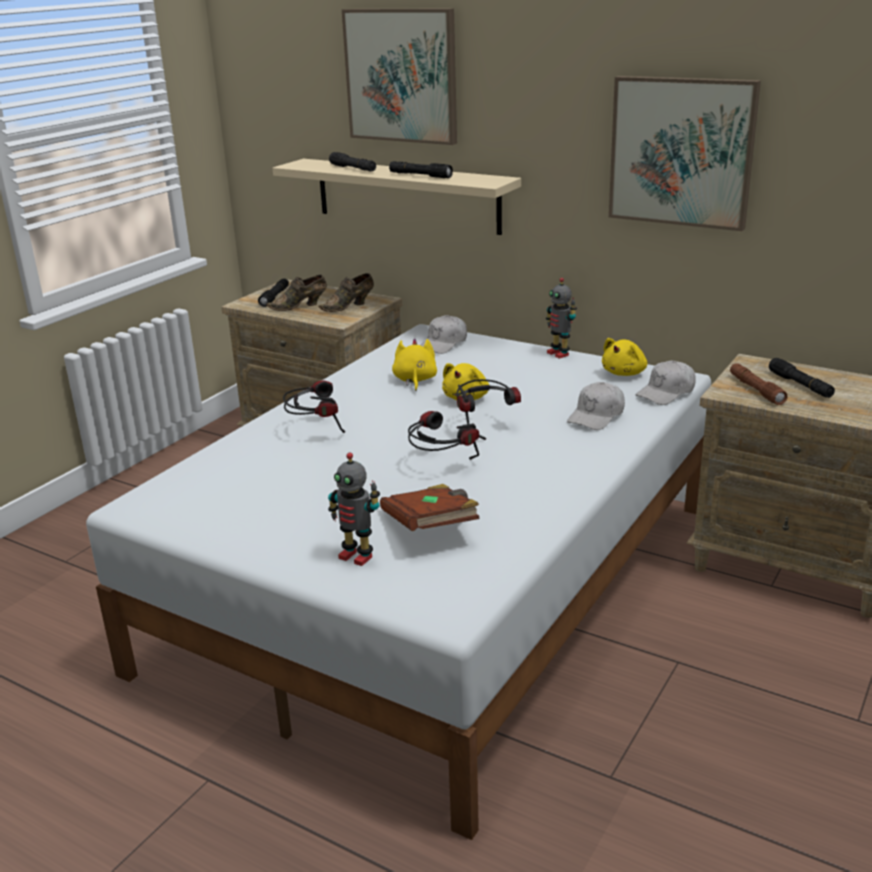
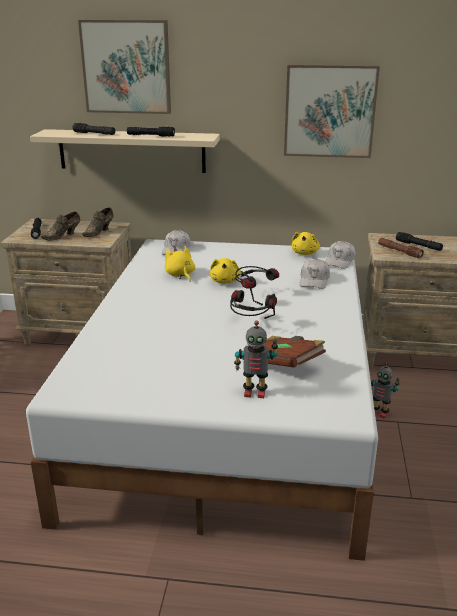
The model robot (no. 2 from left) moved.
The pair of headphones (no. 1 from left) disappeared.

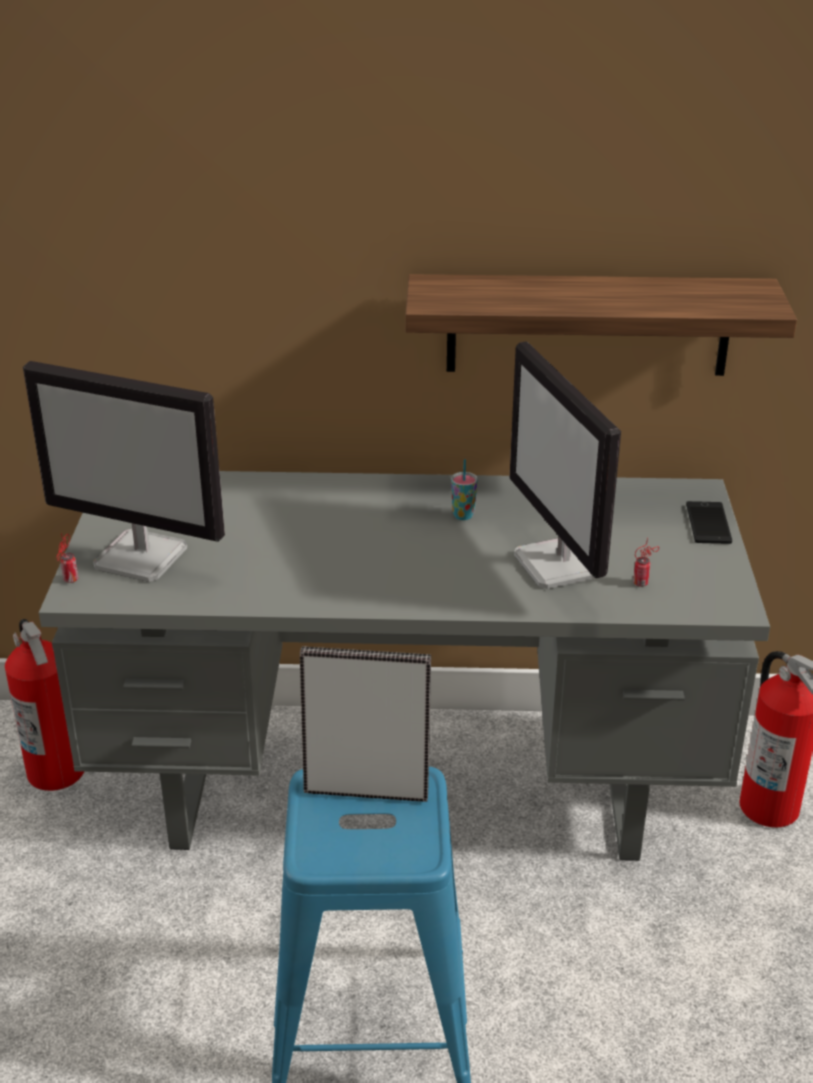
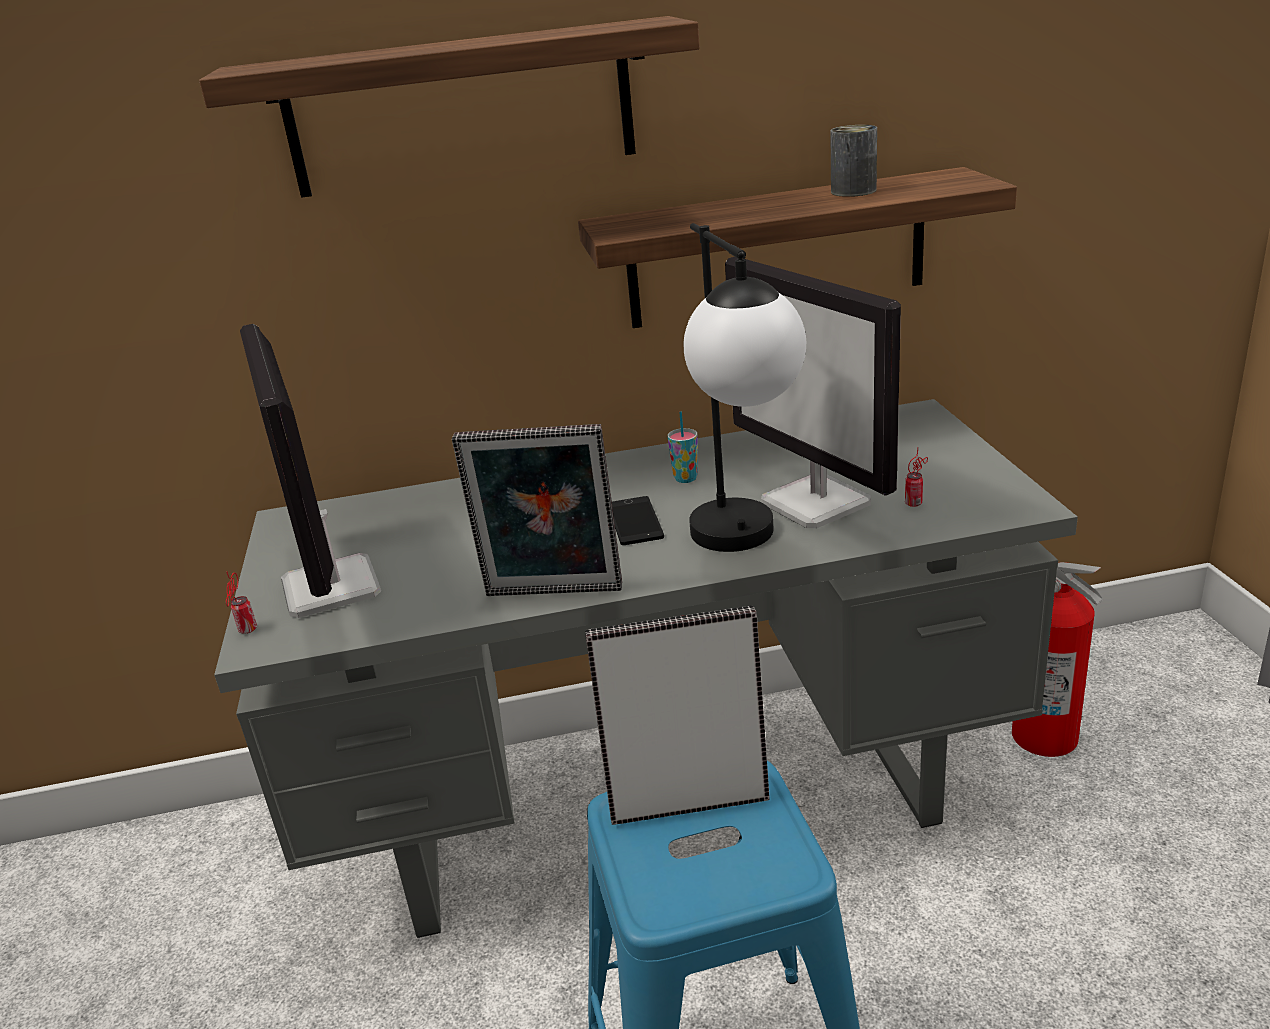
The shelf (no. 1 from left) appeared.
The computer display (no. 1 from left) turned 60 degrees clockwise.
The standing frame (no. 1 from left) appeared.
The handset moved.
The tabletop lamp appeared.
The can (no. 2 from left) appeared.
The fire extinguisher (no. 1 from left) disappeared.

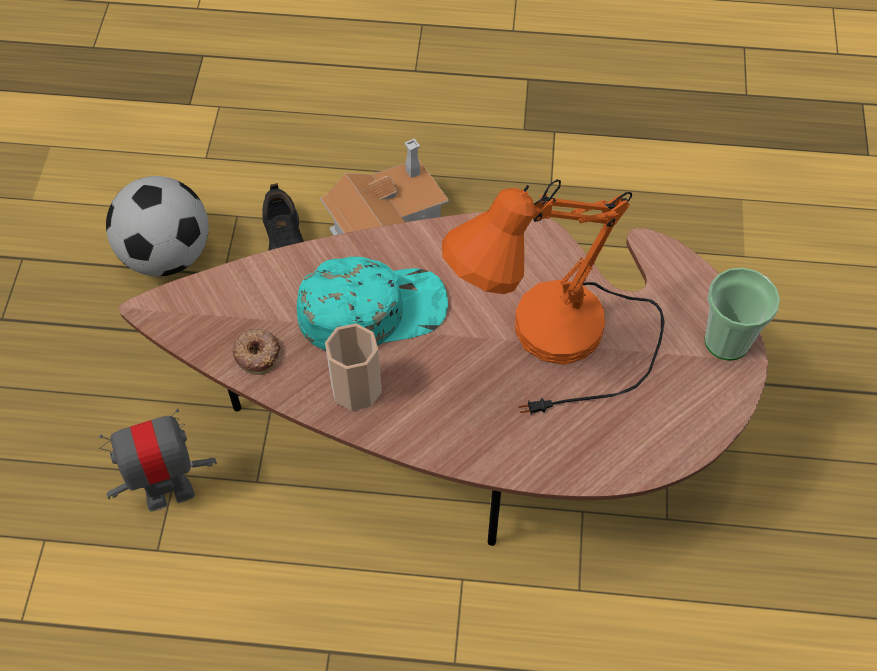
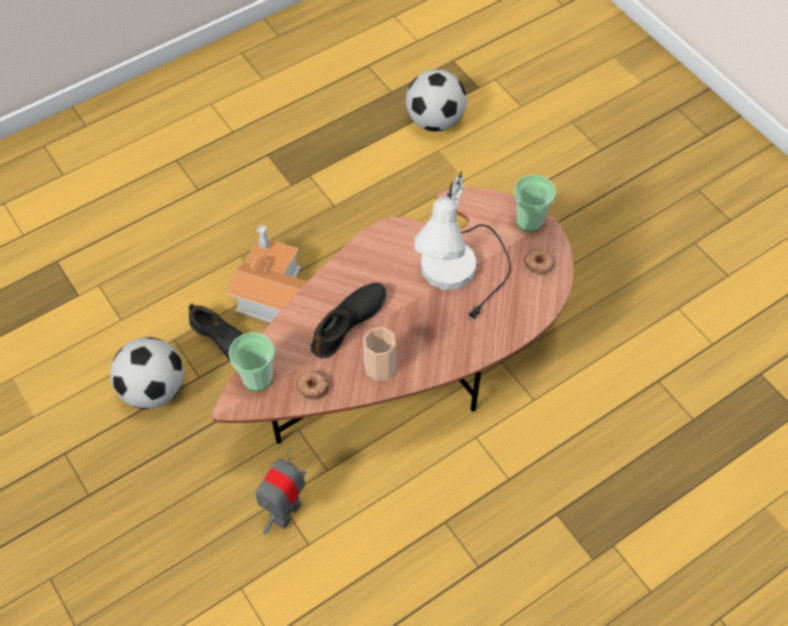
The drinking cup (no. 1 from left) appeared.
The turquoise-coloured peaked cap was replaced by the black low shoe (no. 2 from left).
The ball for football (no. 2 from left) appeared.
The orange-coloured tabletop lamp became the white-coloured tabletop lamp.
The ring doughnut (no. 2 from left) appeared.

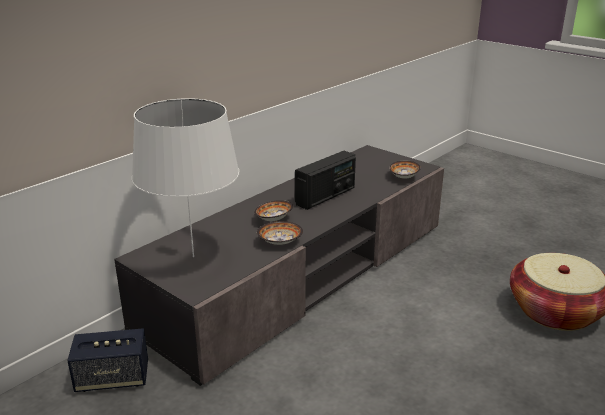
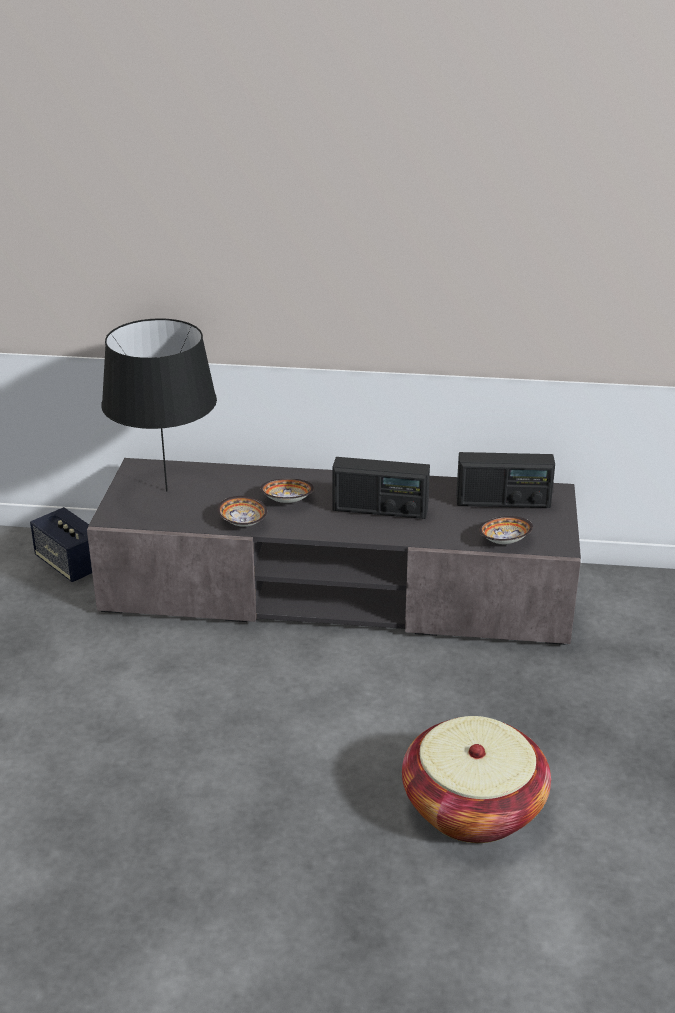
The white-coloured tabletop lamp became the black tabletop lamp.
The radio set (no. 2 from left) appeared.

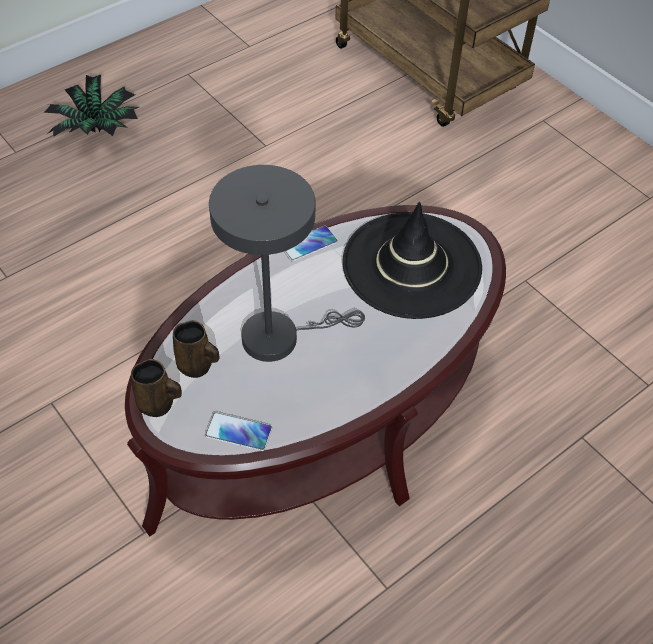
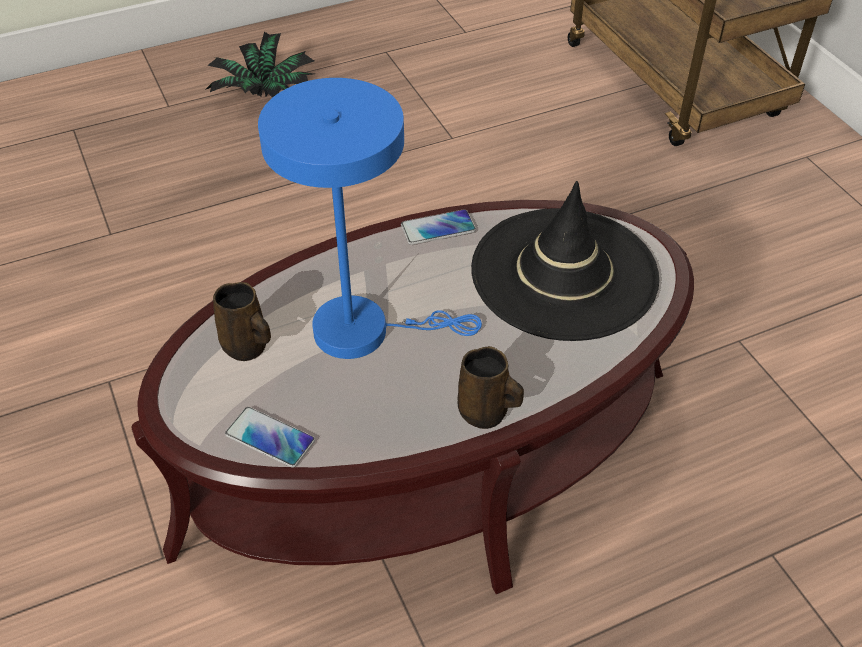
The gray tabletop lamp became the blue-coloured tabletop lamp.
The brown mug (no. 1 from left in the first image) moved.

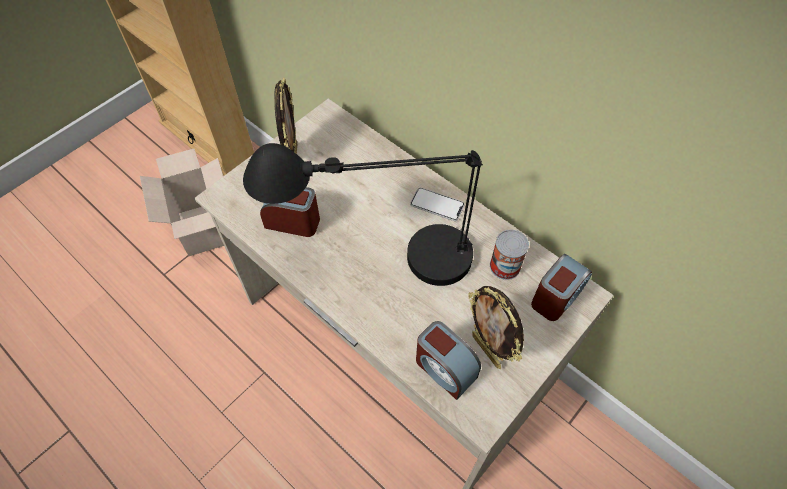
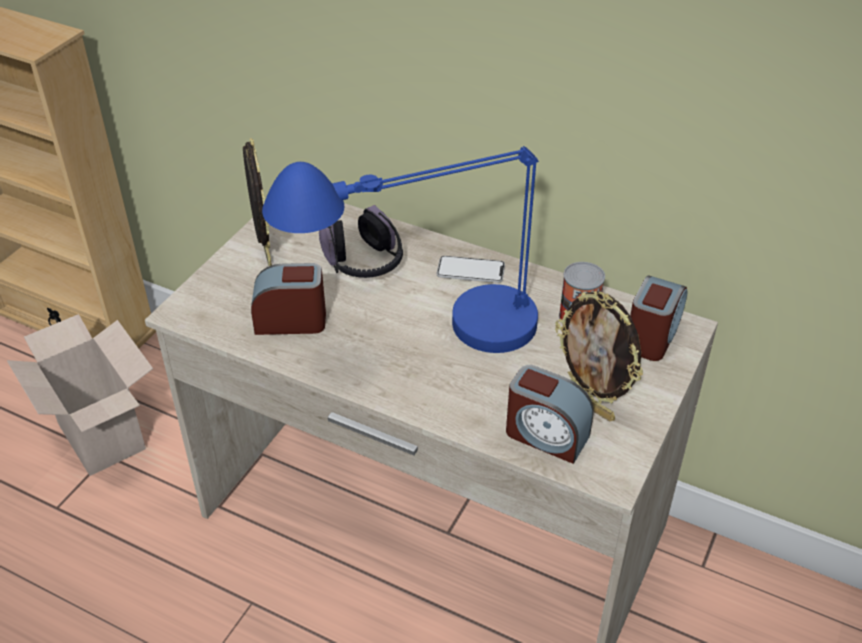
The black tabletop lamp became the blue-coloured tabletop lamp.
The pair of headphones appeared.

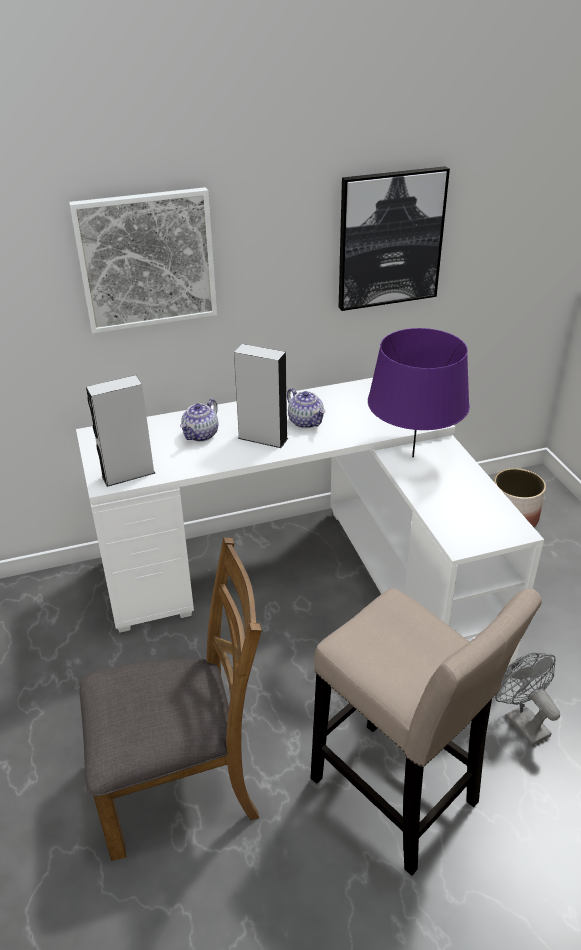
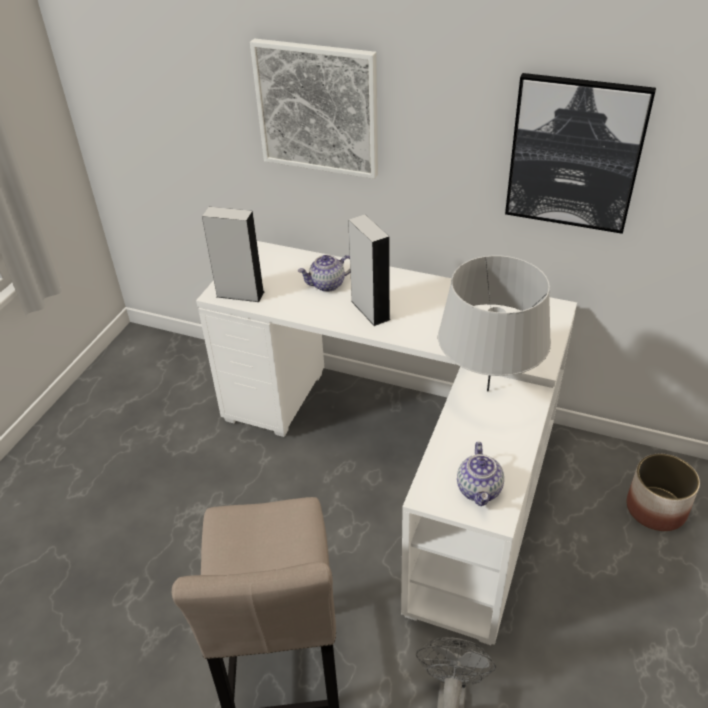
The purple tabletop lamp became the gray tabletop lamp.
The teapot (no. 2 from left) moved.
The brown plain chair disappeared.

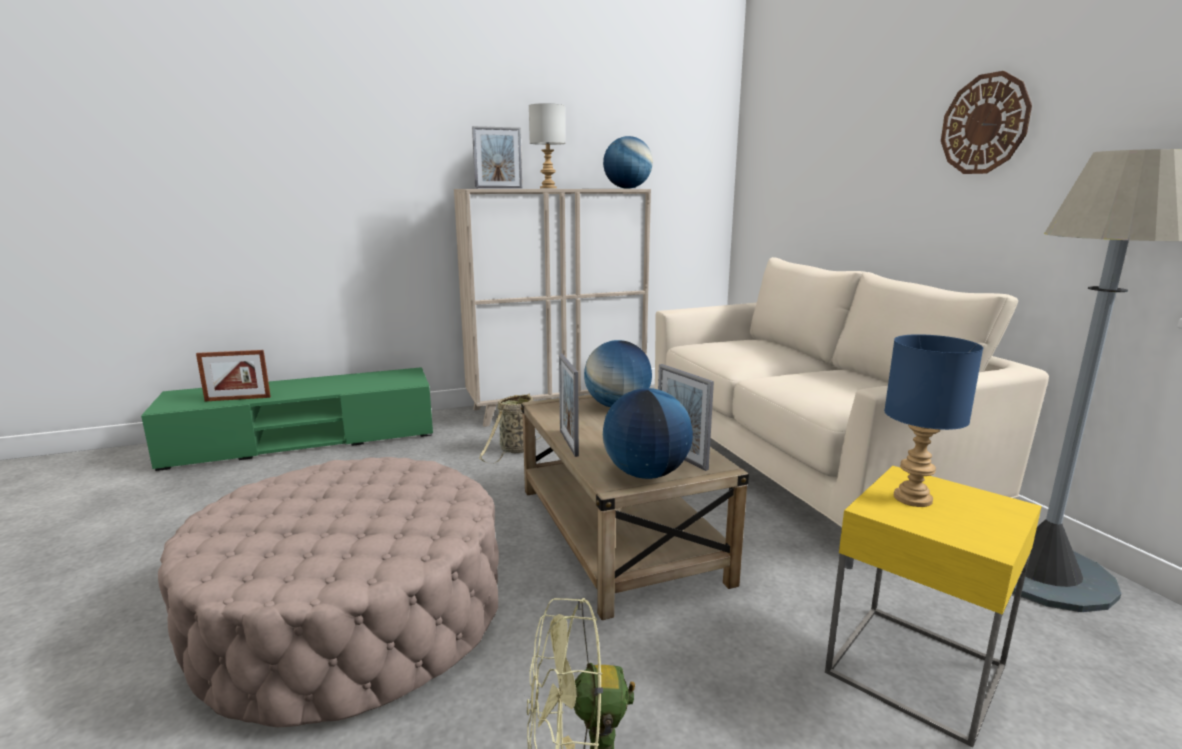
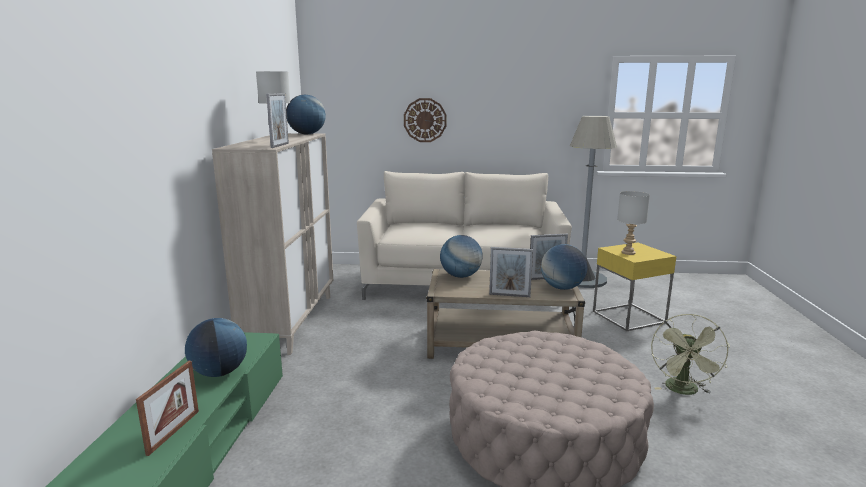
The globe (no. 1 from left) appeared.
The clock on the wall moved.
The blue-coloured tabletop lamp became the gray tabletop lamp (no. 2 from left).
The household basket disappeared.

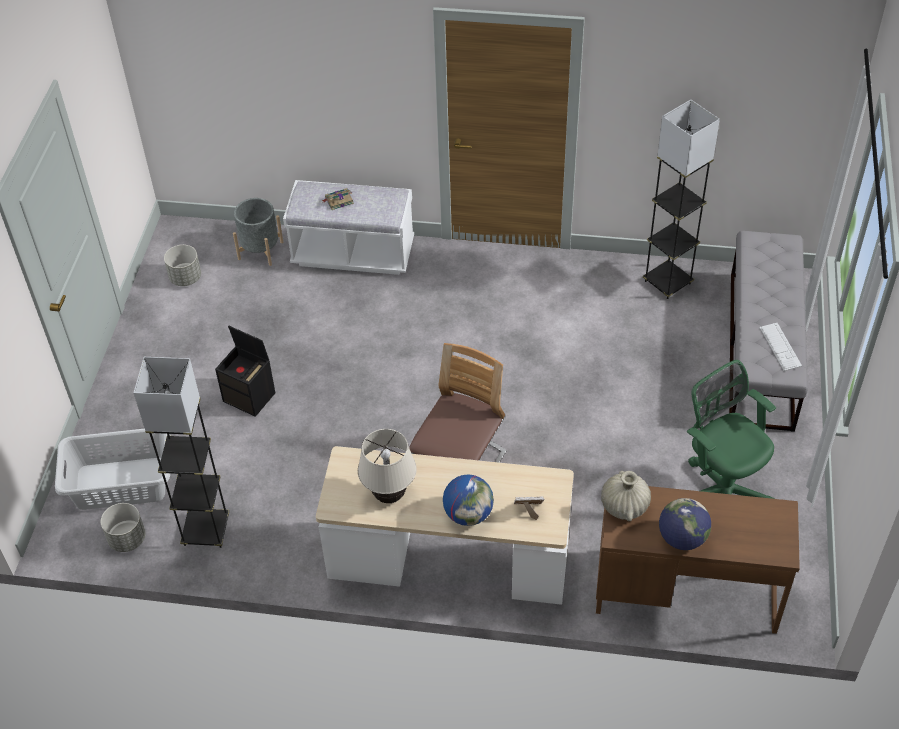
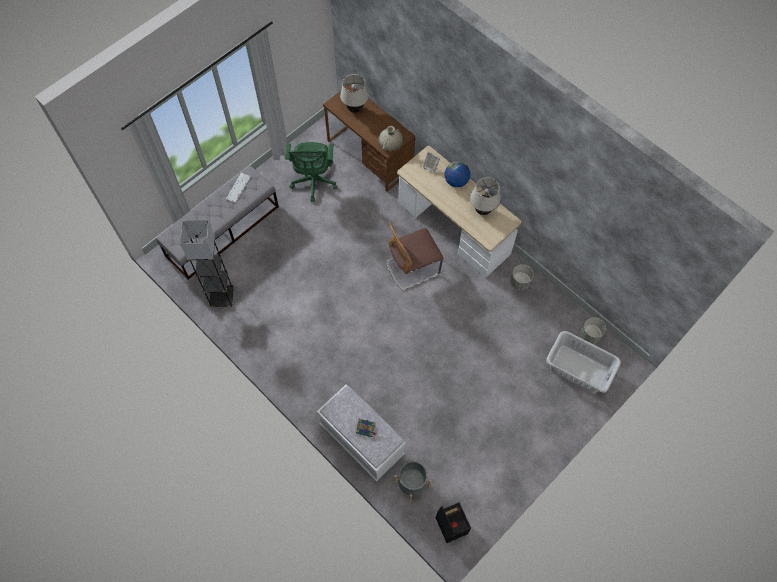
The beige-coloured tabletop lamp (no. 1 from left) appeared.
The black storage box moved.
The gray flower pot (no. 2 from left) moved.
The gray standing lamp (no. 1 from left) disappeared.
The globe (no. 2 from left) disappeared.

